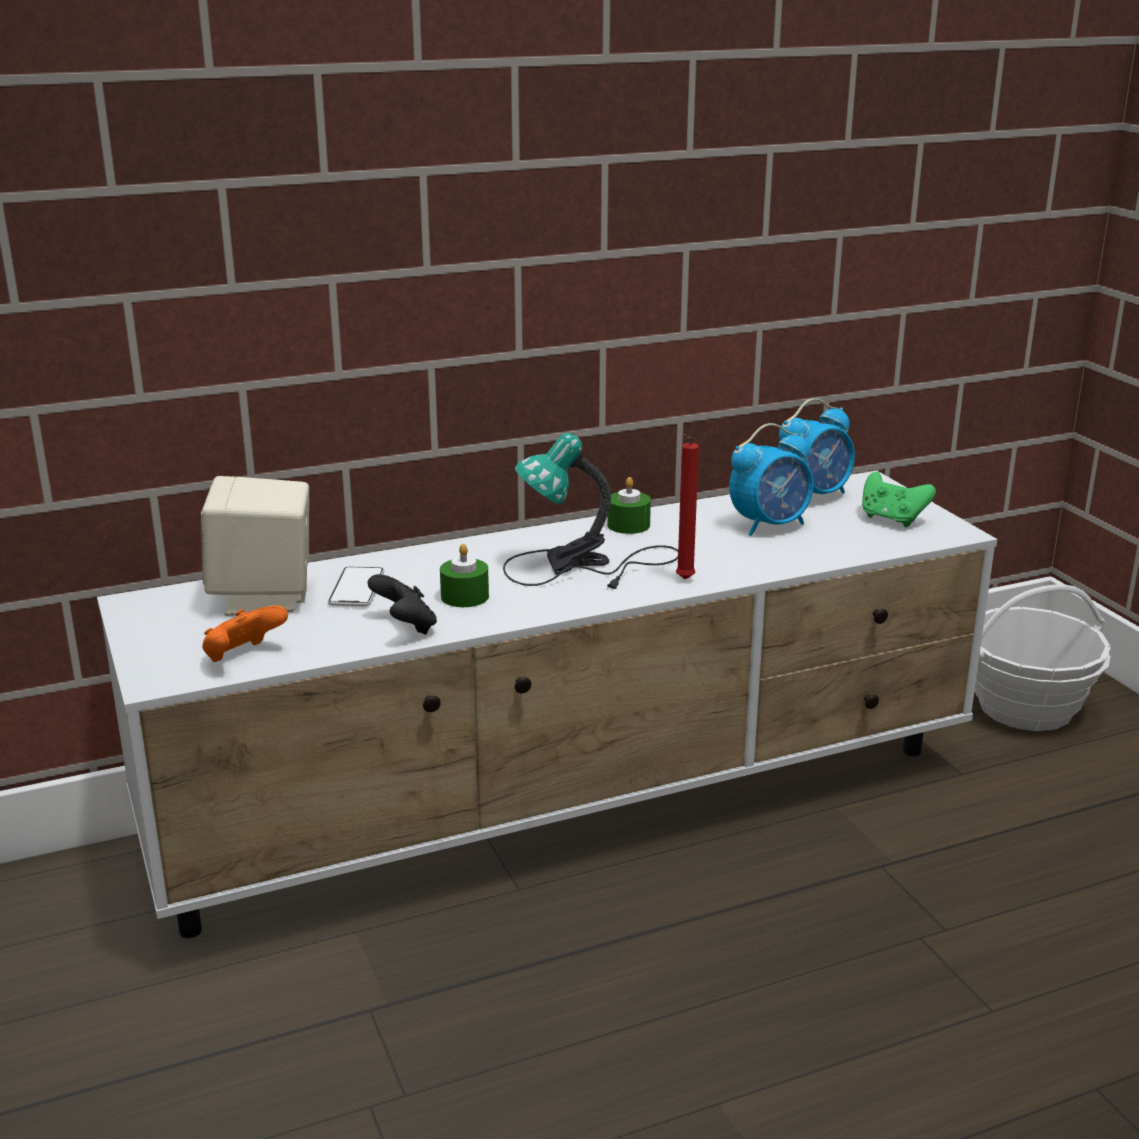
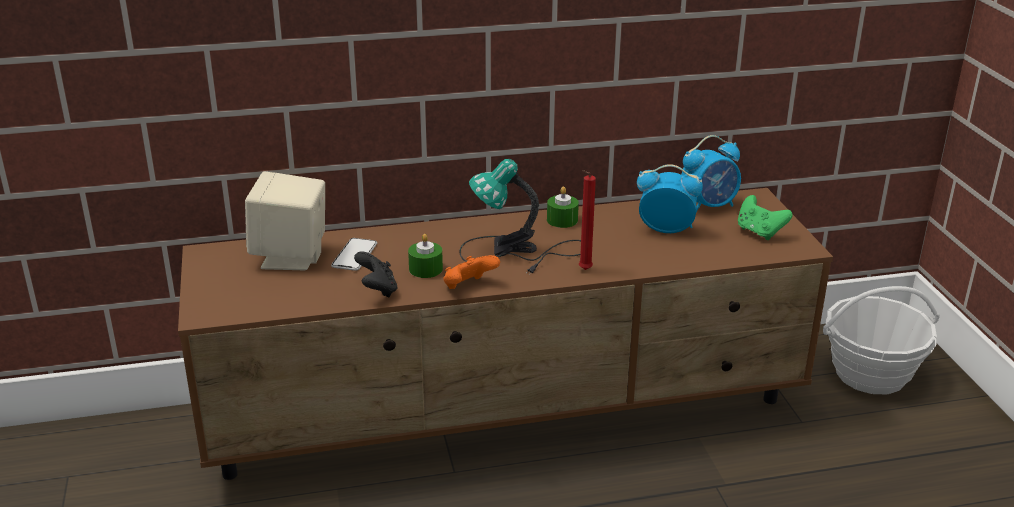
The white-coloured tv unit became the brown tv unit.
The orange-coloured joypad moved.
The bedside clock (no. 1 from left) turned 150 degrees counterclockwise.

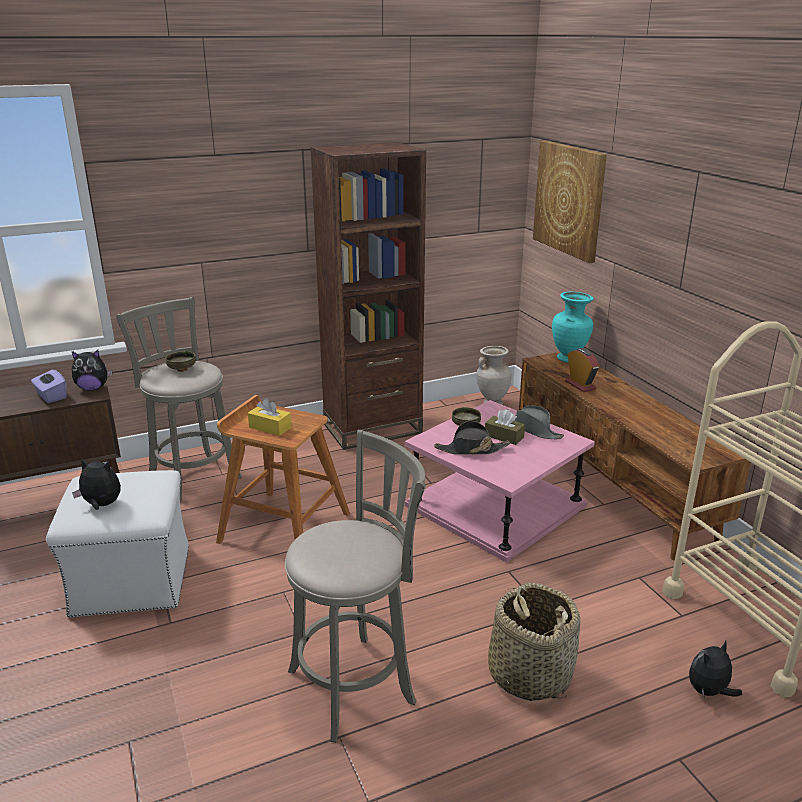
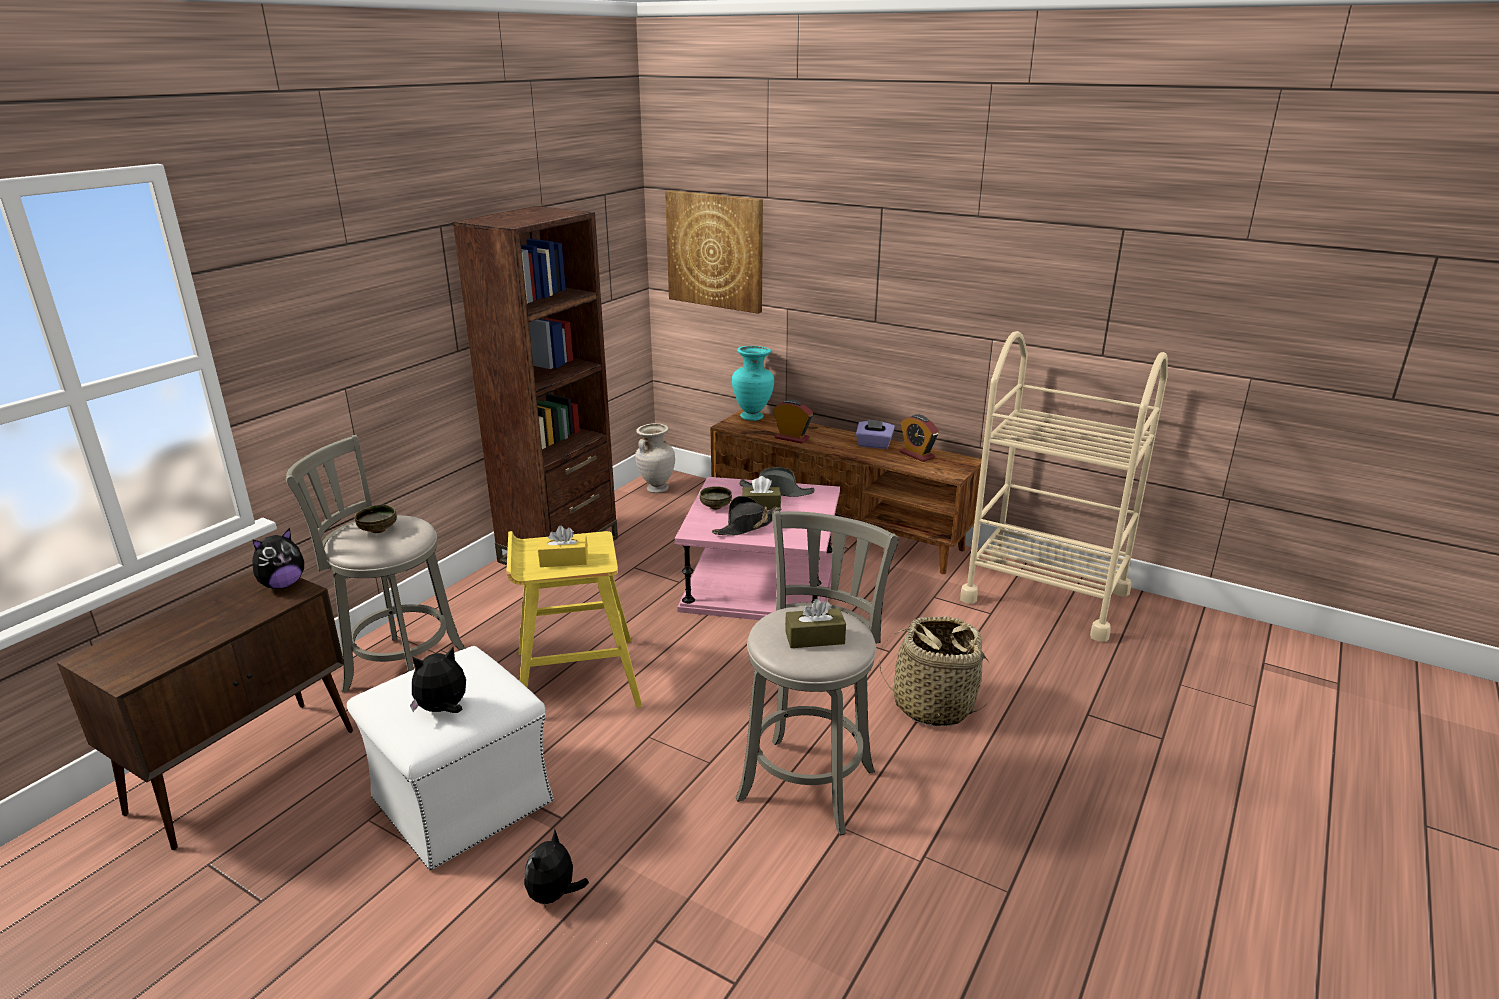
The brown stool became the yellowish stool.
The soft toy (no. 3 from left) moved.
The brown tissue holder (no. 2 from left) appeared.
The purple tissue holder moved.
The bedside clock (no. 2 from left) appeared.

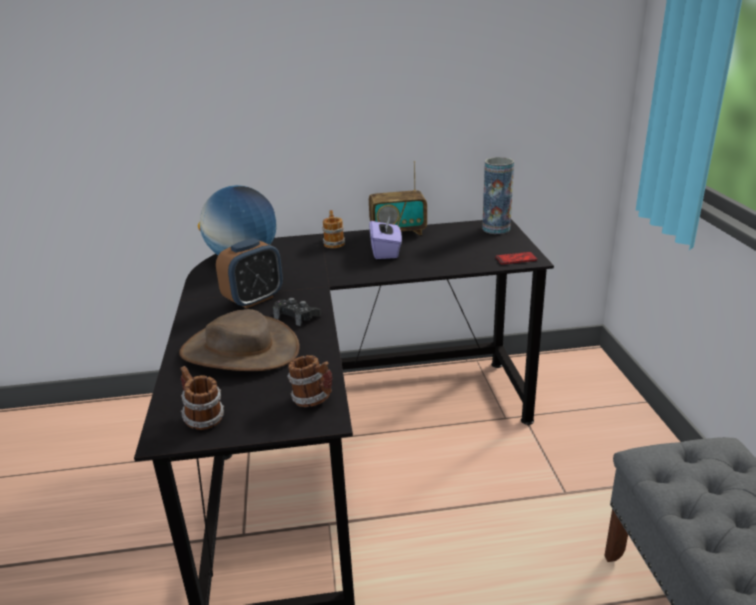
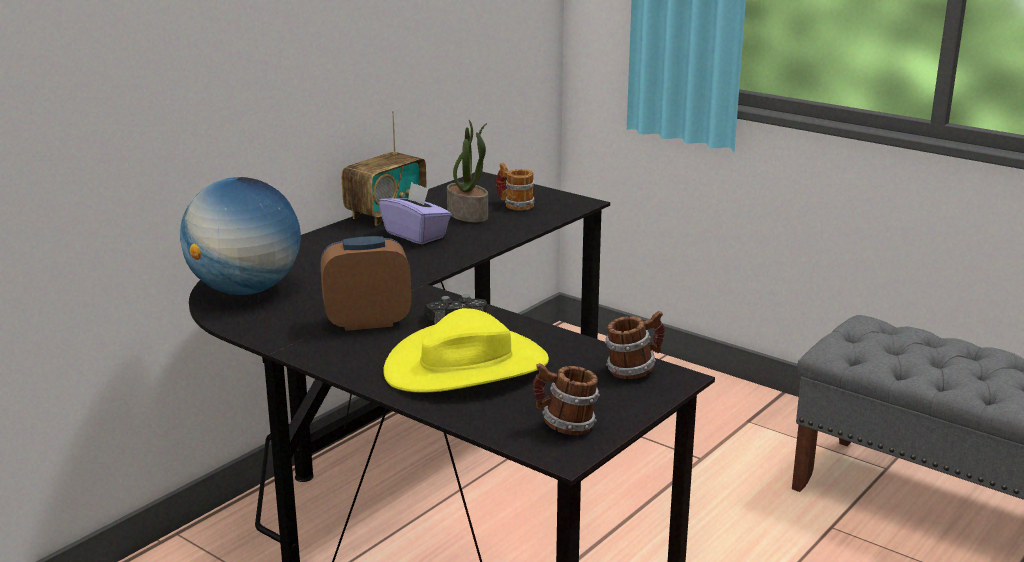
The bedside clock turned 105 degrees counterclockwise.
The brown hat became the yellowish hat.
The plant in a pot appeared.
The mug (no. 3 from left in the first image) moved.
The vase disappeared.
The handset disappeared.

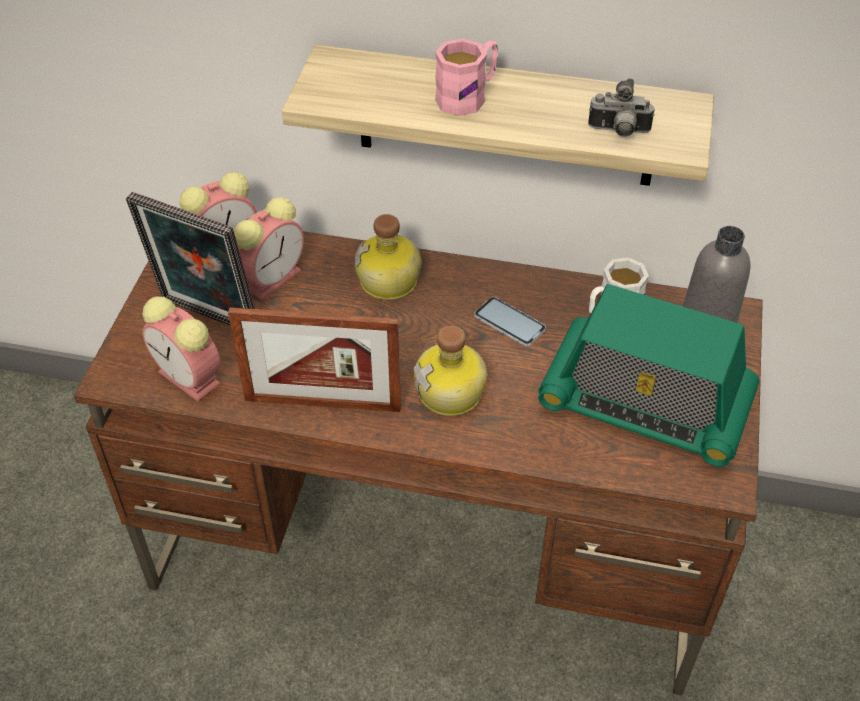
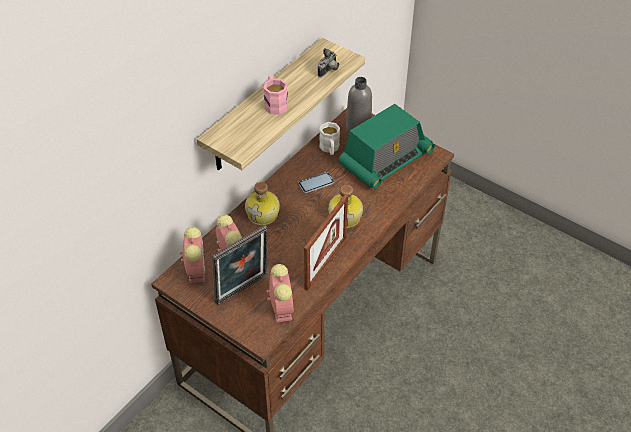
The bedside clock (no. 1 from left in the first image) turned 75 degrees counterclockwise.

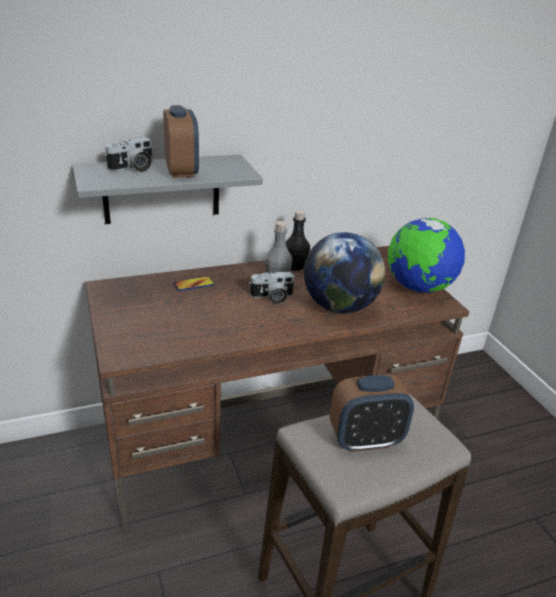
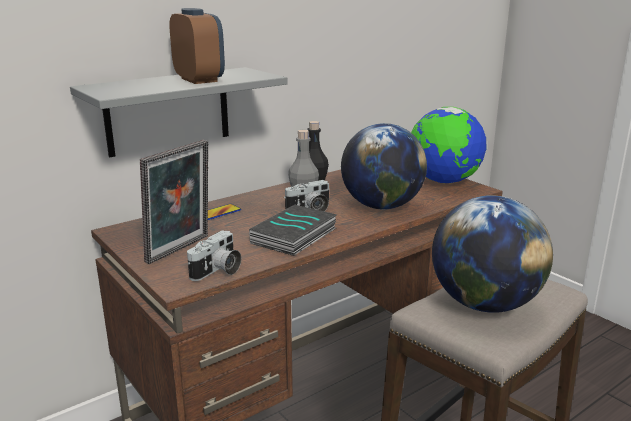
The standing frame appeared.
The photo camera (no. 1 from left) moved.
The bound book appeared.
The bedside clock (no. 2 from left) was replaced by the globe (no. 3 from left).

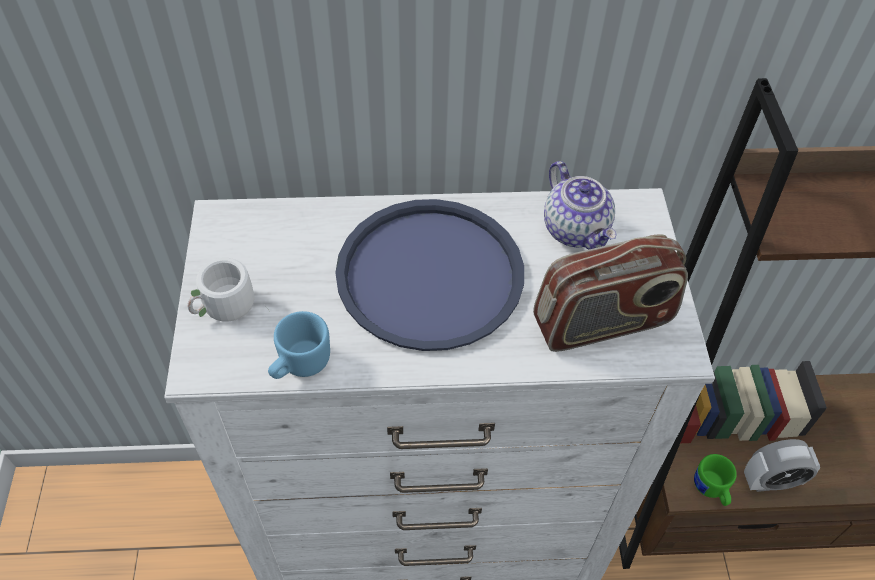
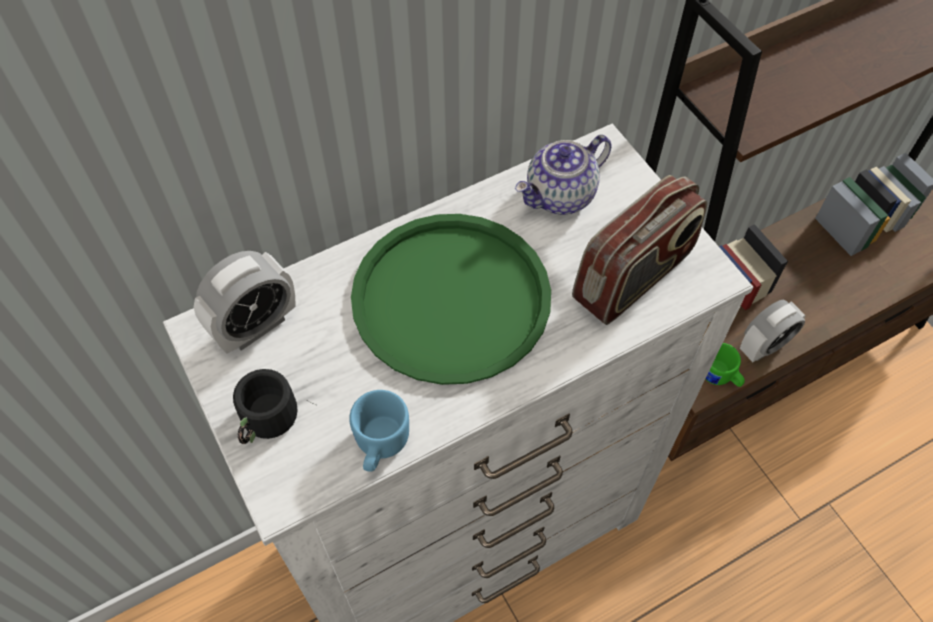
The bedside clock (no. 1 from left) appeared.
The white-coloured mug became the black mug.
The blue-coloured serving tray became the greenish serving tray.
The teapot turned 105 degrees clockwise.

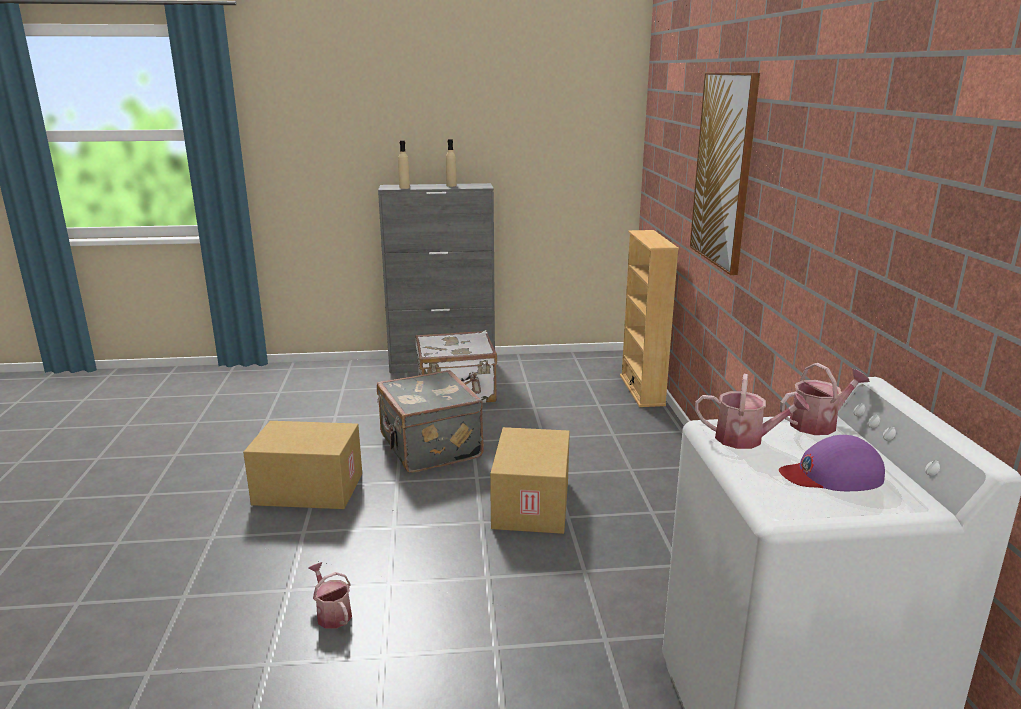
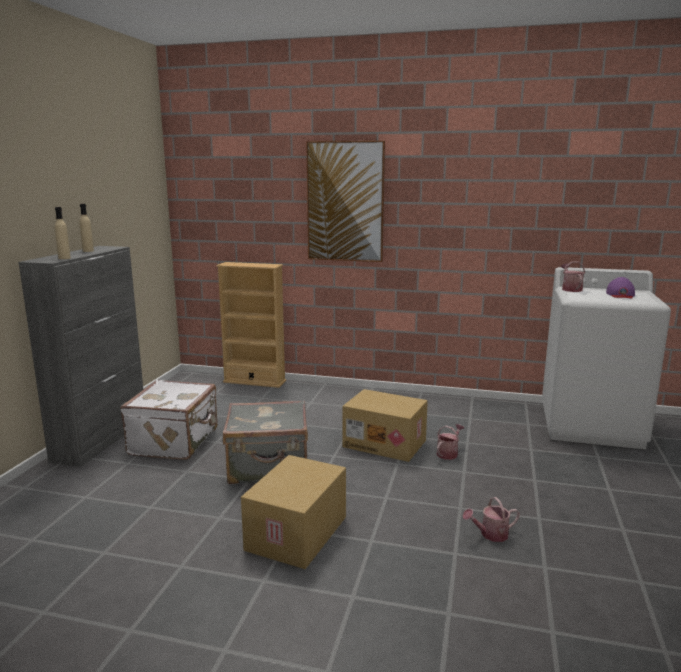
The watering can (no. 2 from left in the first image) moved.

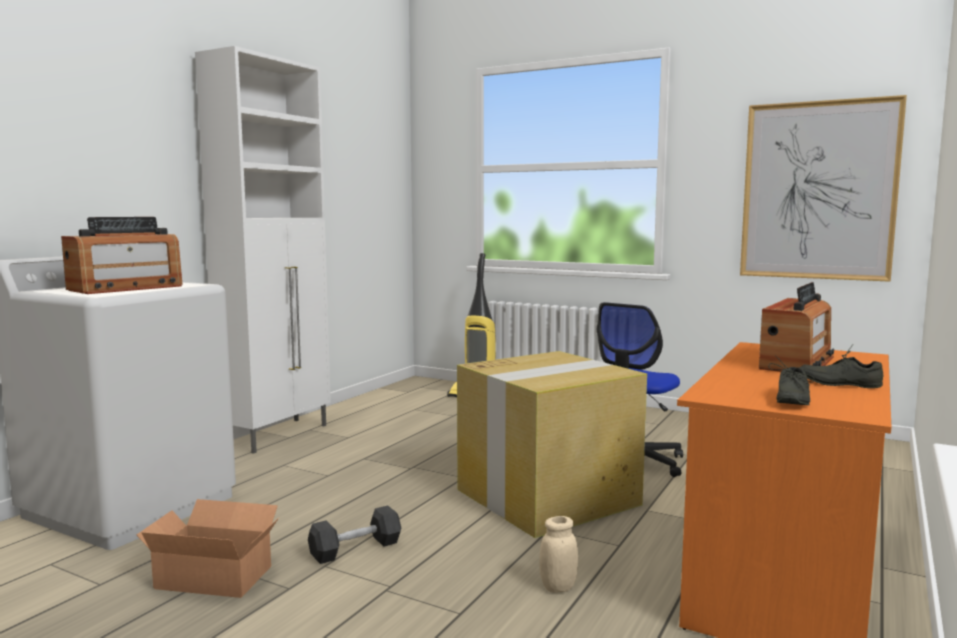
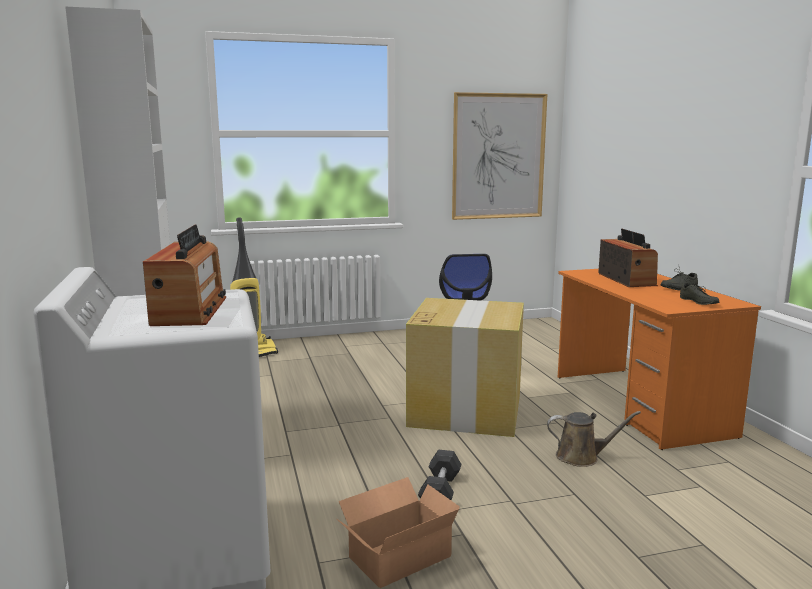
The beige-coloured jar was replaced by the brown watering can.

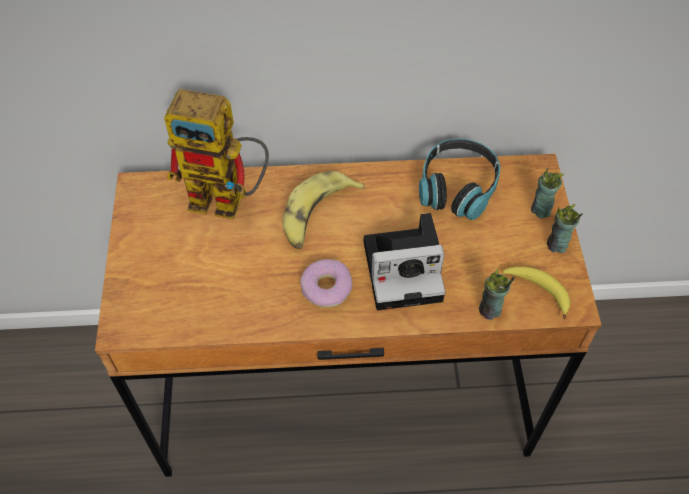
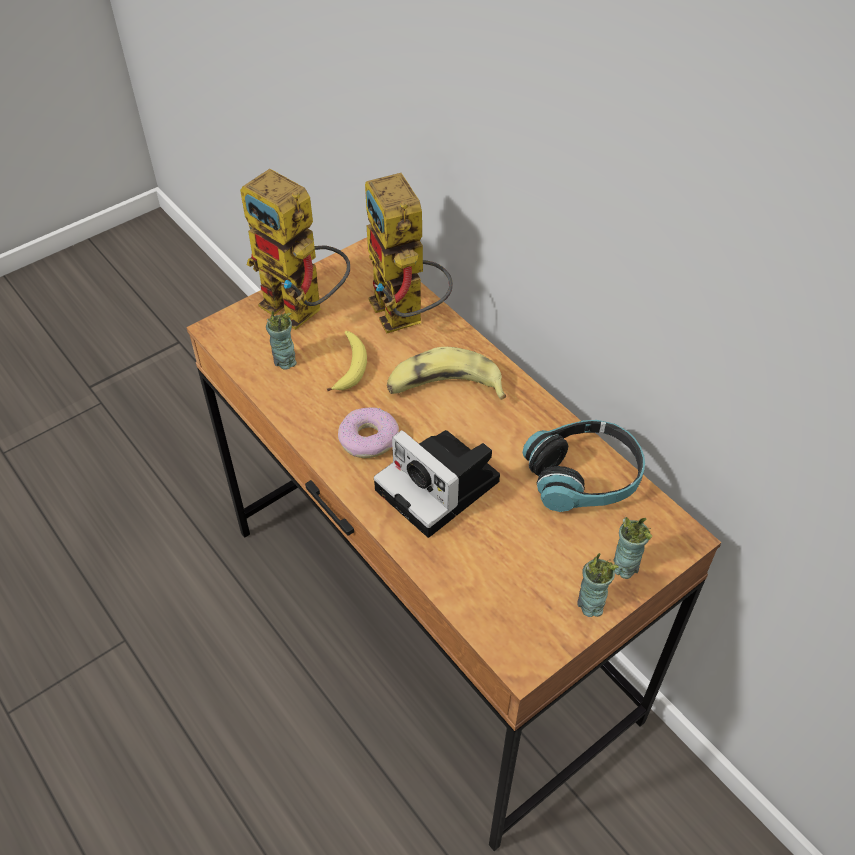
The model robot (no. 1 from left) appeared.
The drinking cup (no. 1 from left) moved.
The banana fruit (no. 2 from left in the first image) moved.

